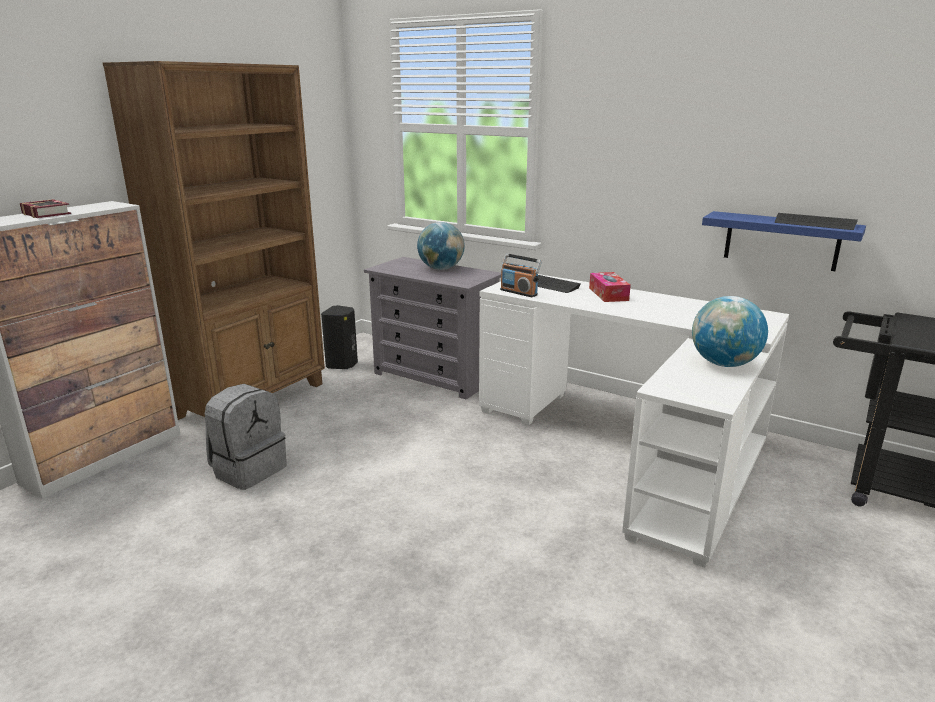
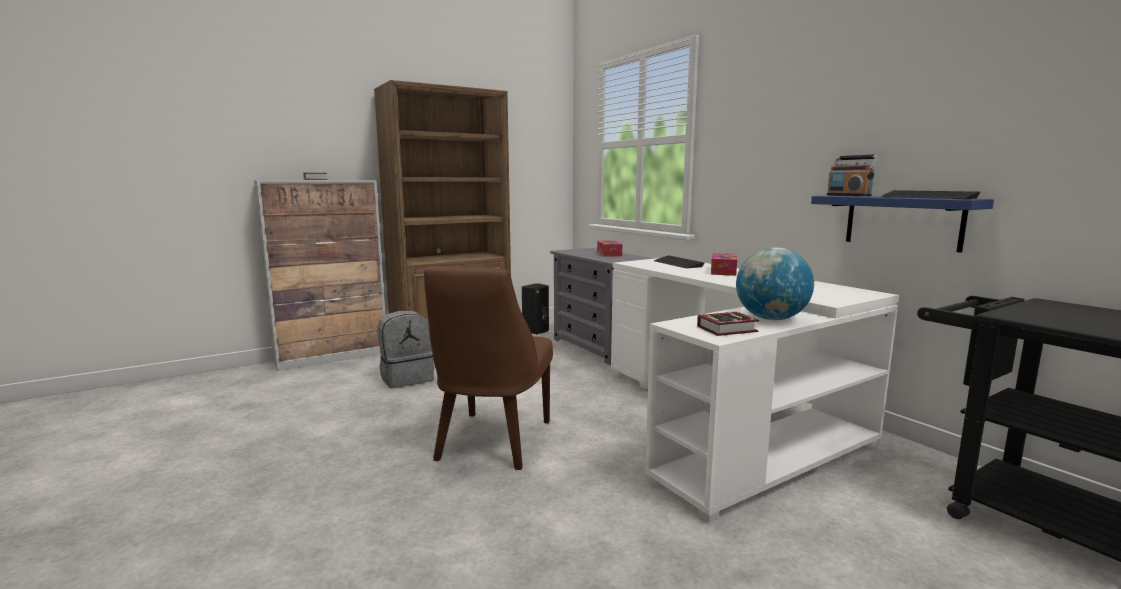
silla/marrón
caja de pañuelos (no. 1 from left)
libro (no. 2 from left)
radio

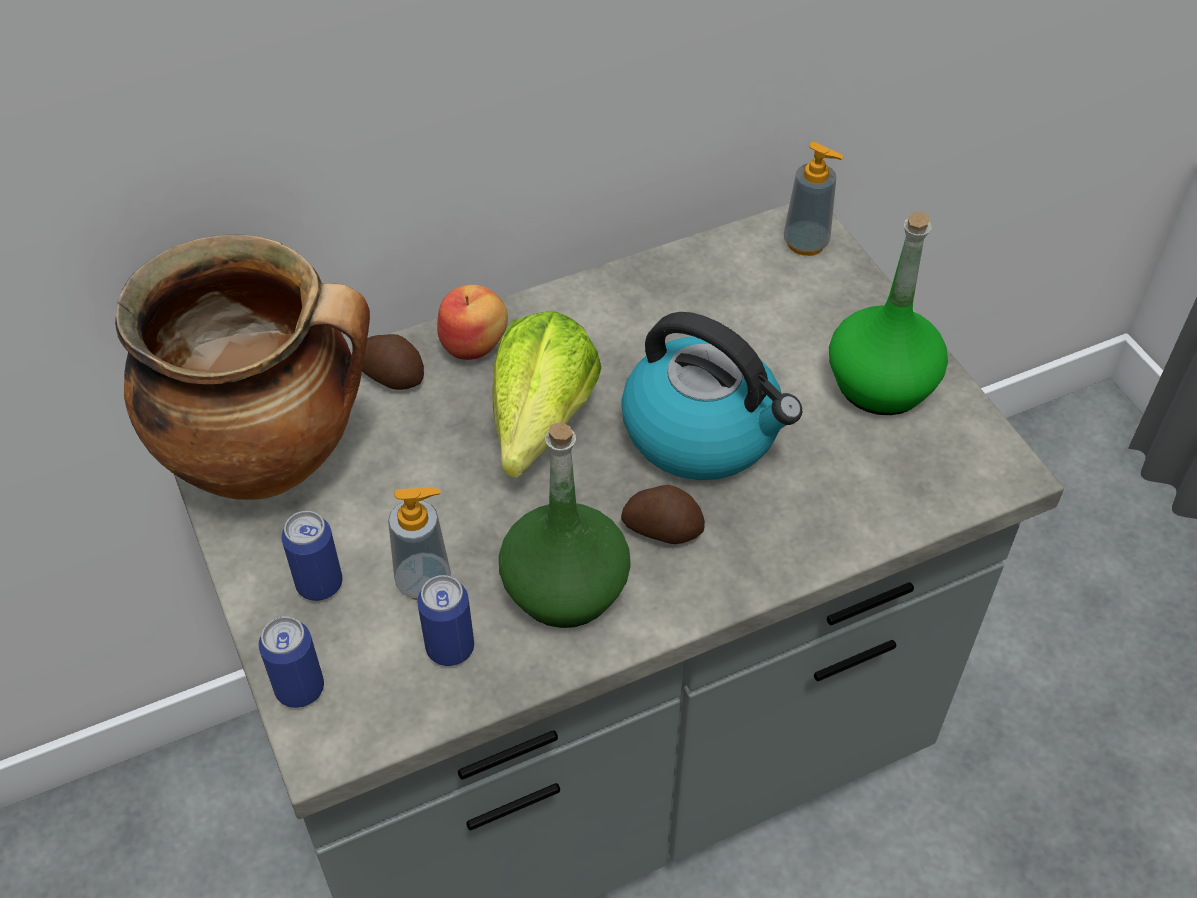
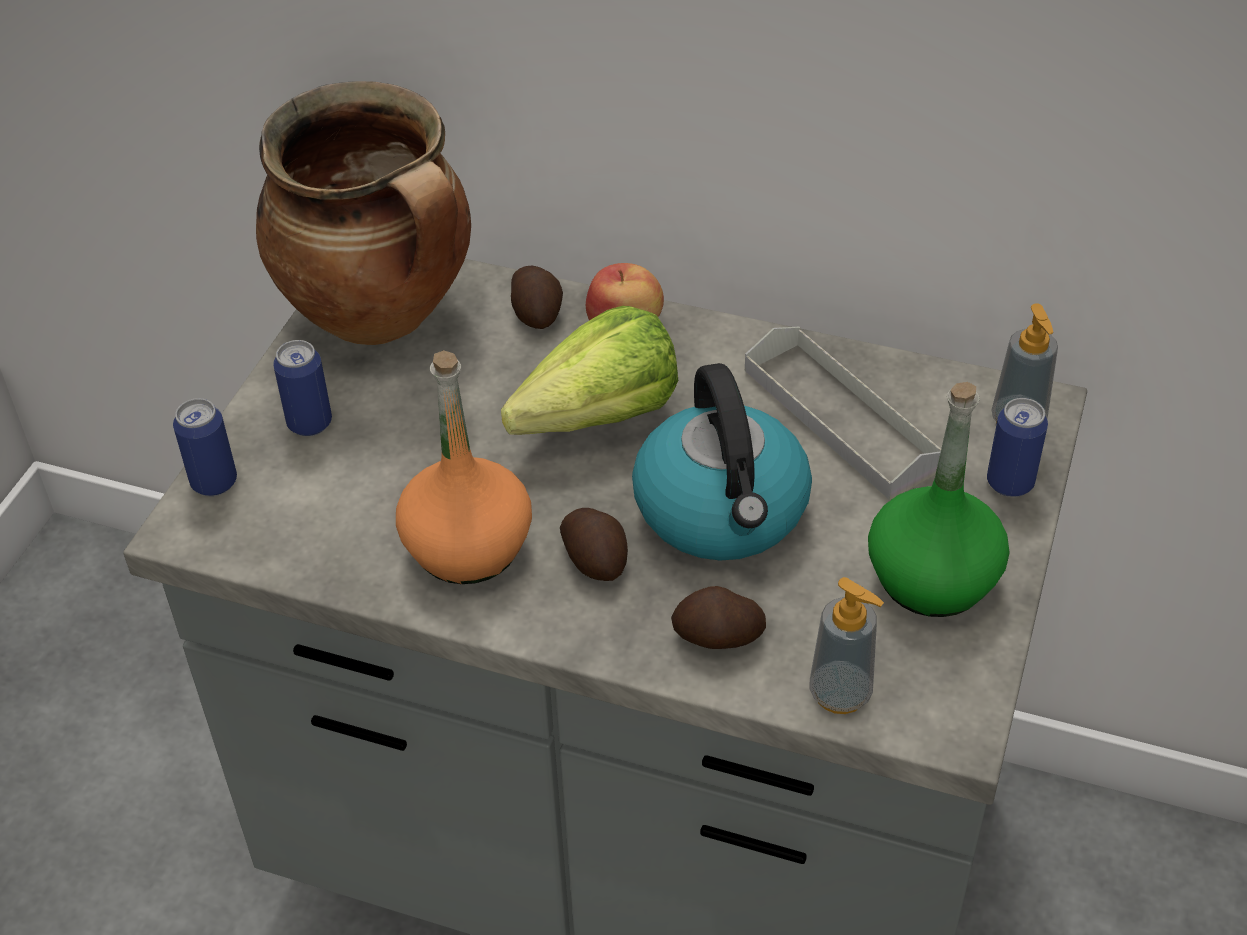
botella/naranja
patata (no. 3 from left)
bandeja/gris
dispensador de jabón (no. 1 from left)
lata (no. 3 from left)

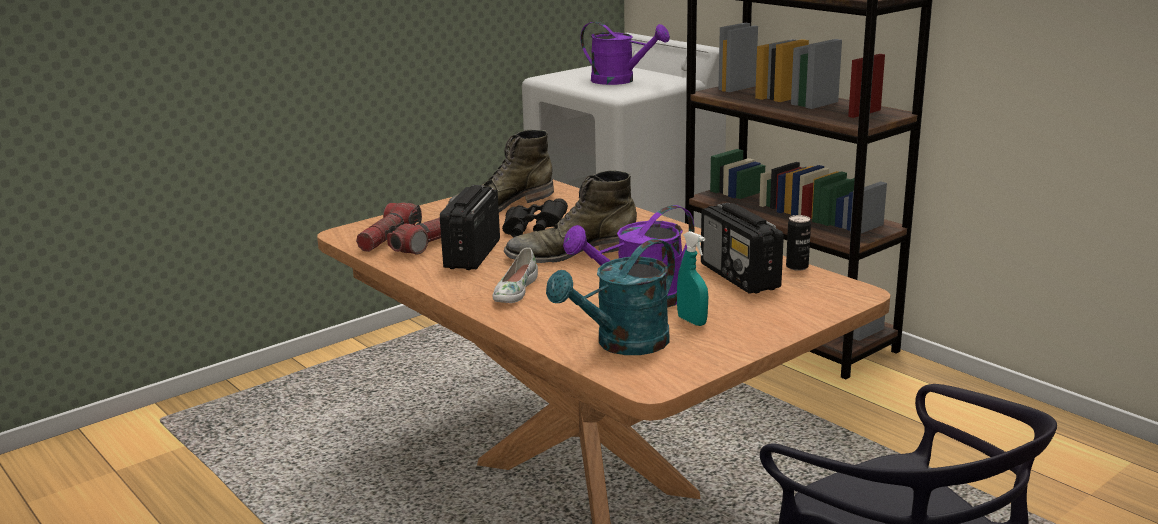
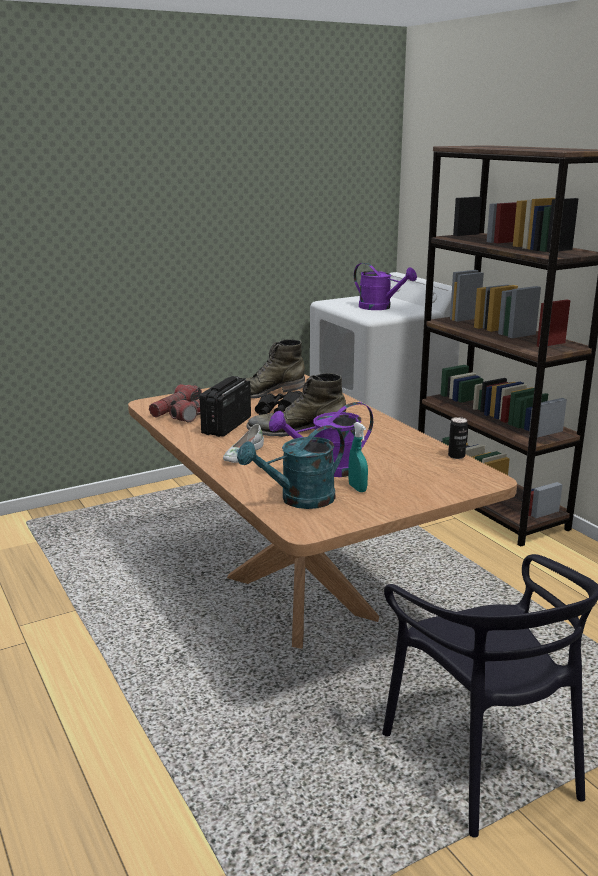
radio (no. 2 from left in the first image)

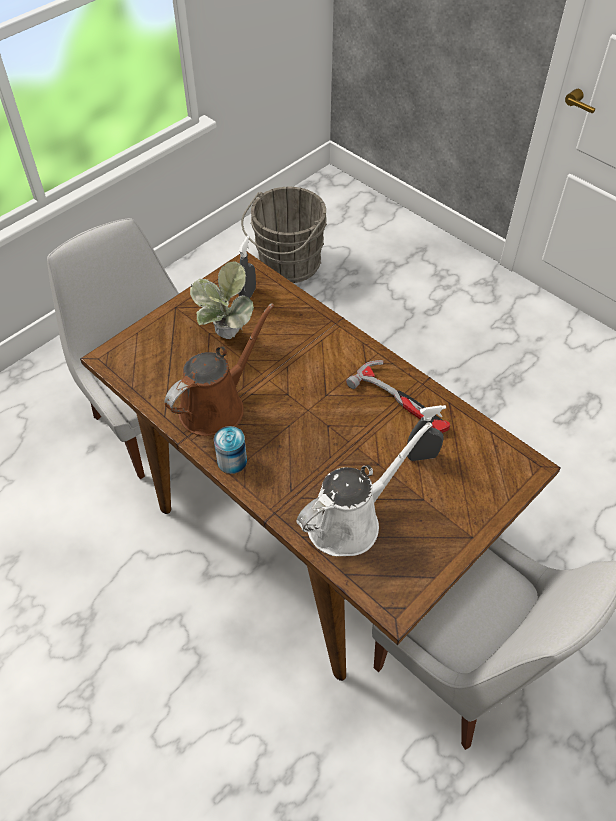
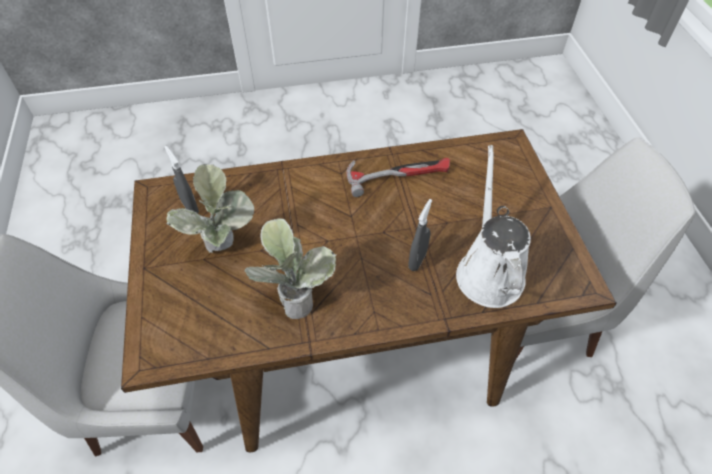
planta en maceta (no. 2 from left)
pulverizador/gris (no. 2 from left)
lata
cubo/gris

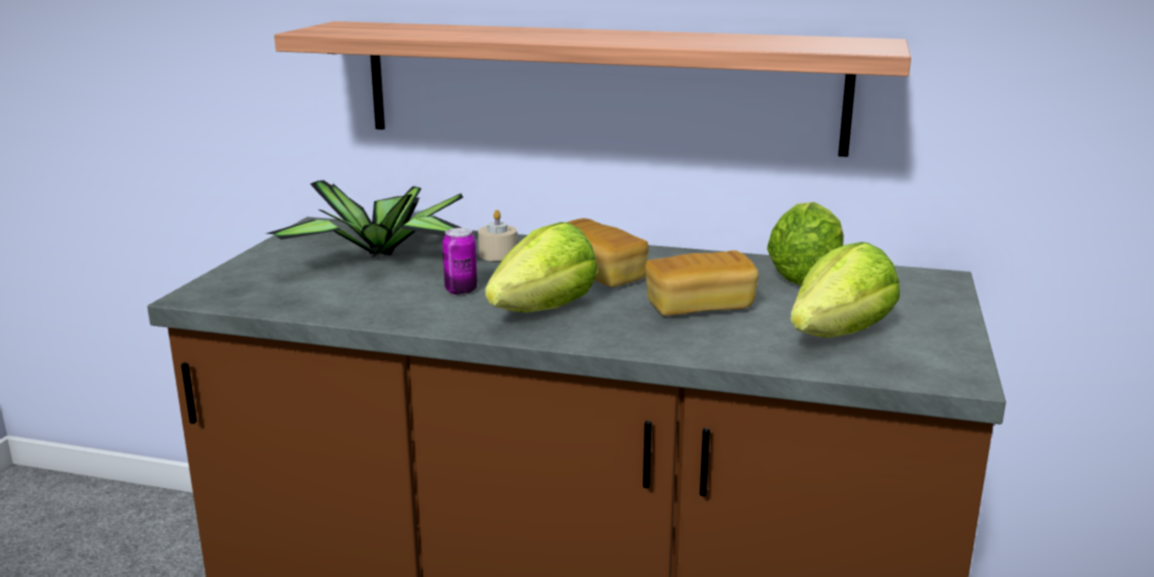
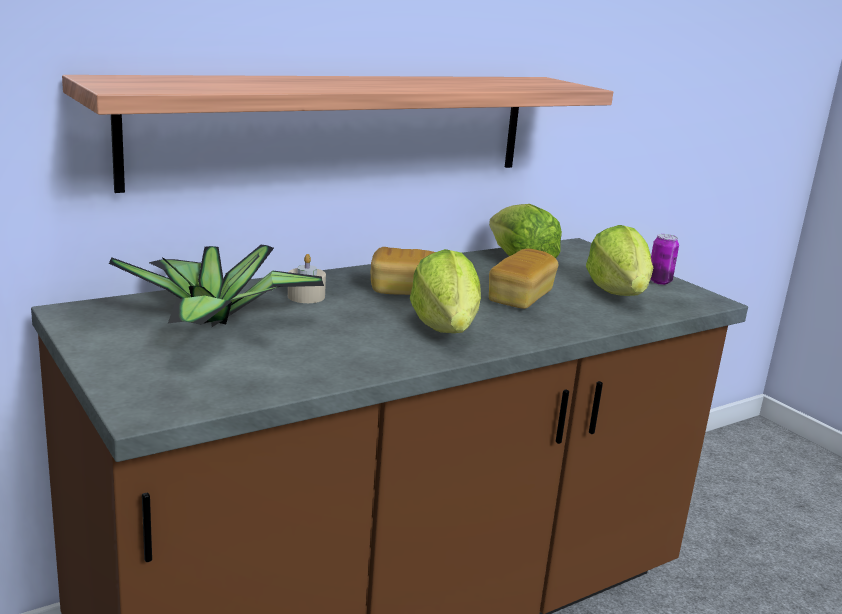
lata

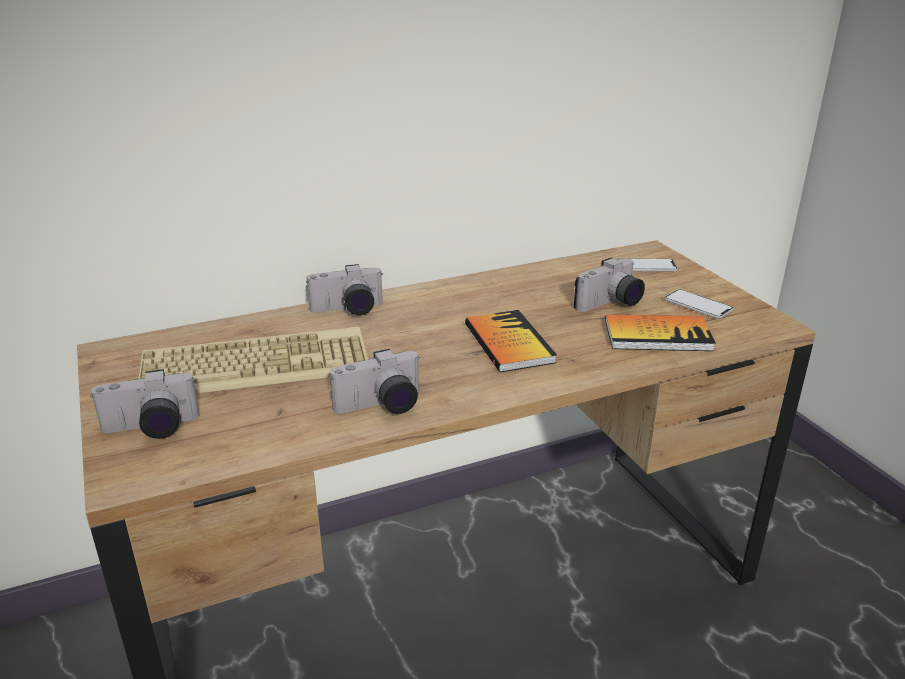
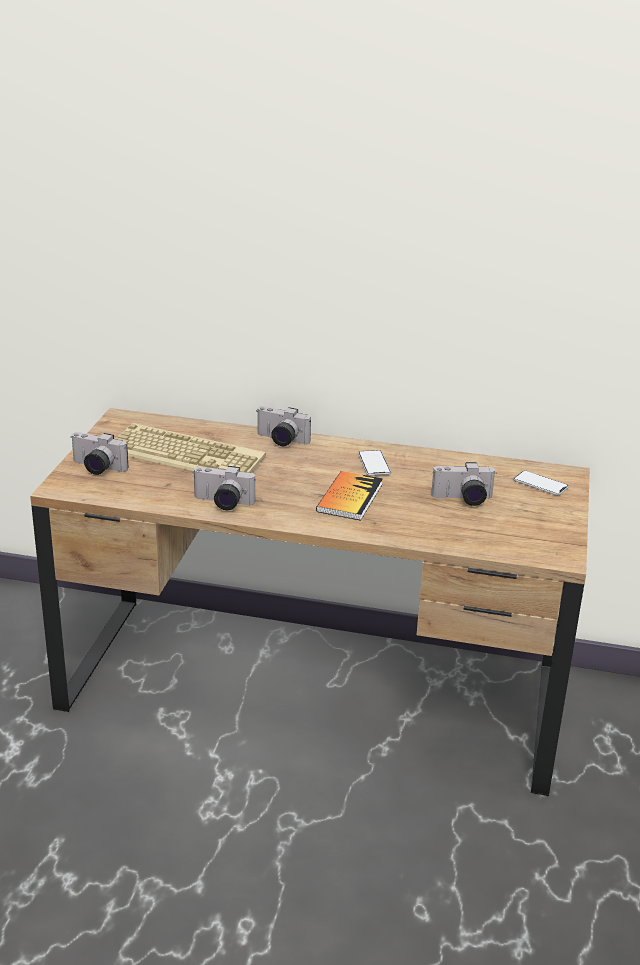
móvil (no. 1 from left)
libro (no. 2 from left in the first image)

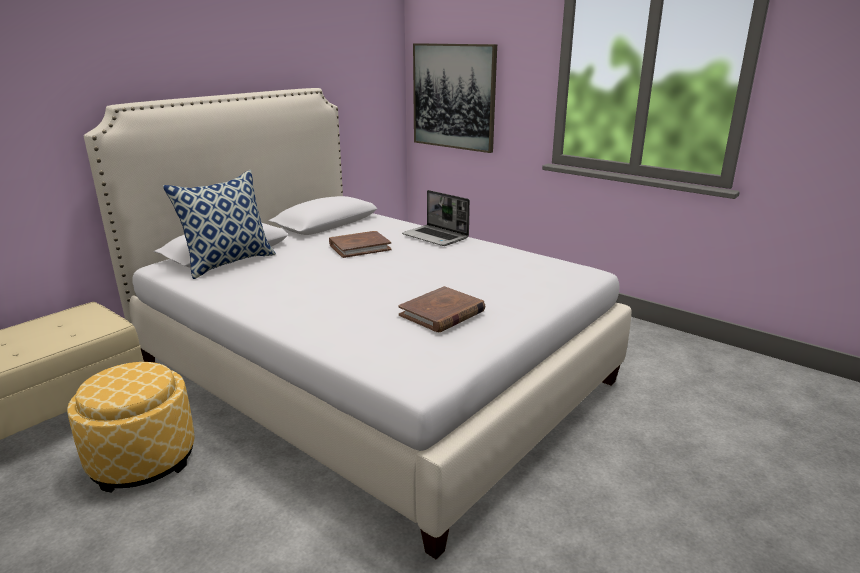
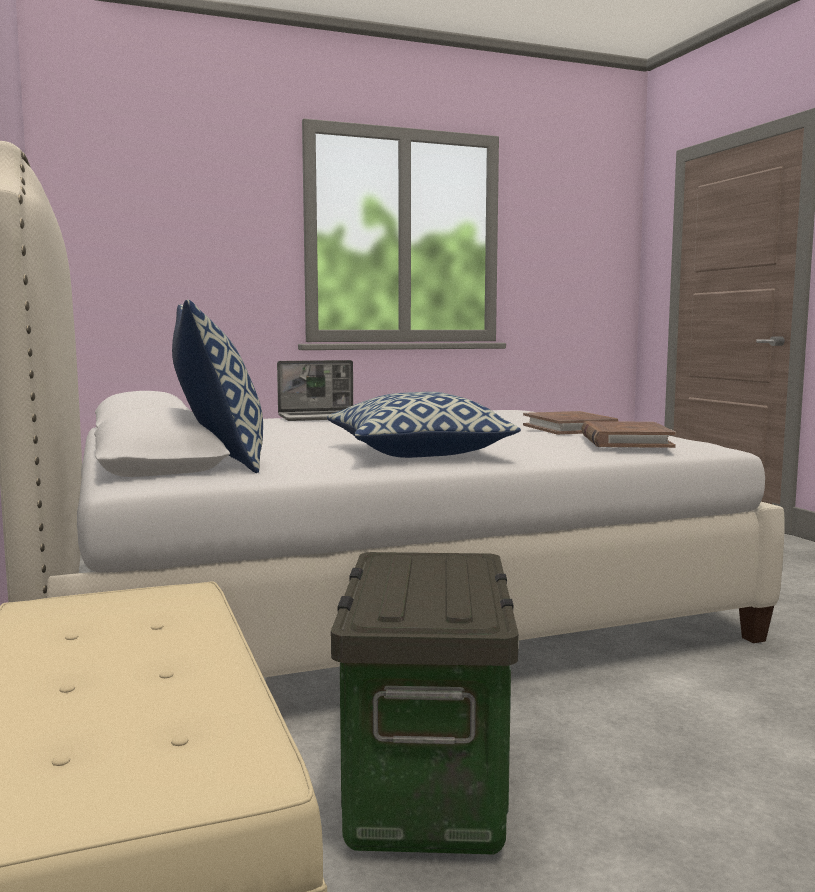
cojín (no. 2 from left)
caja de almacenaje
libro/marrón (no. 2 from left)
cuadro

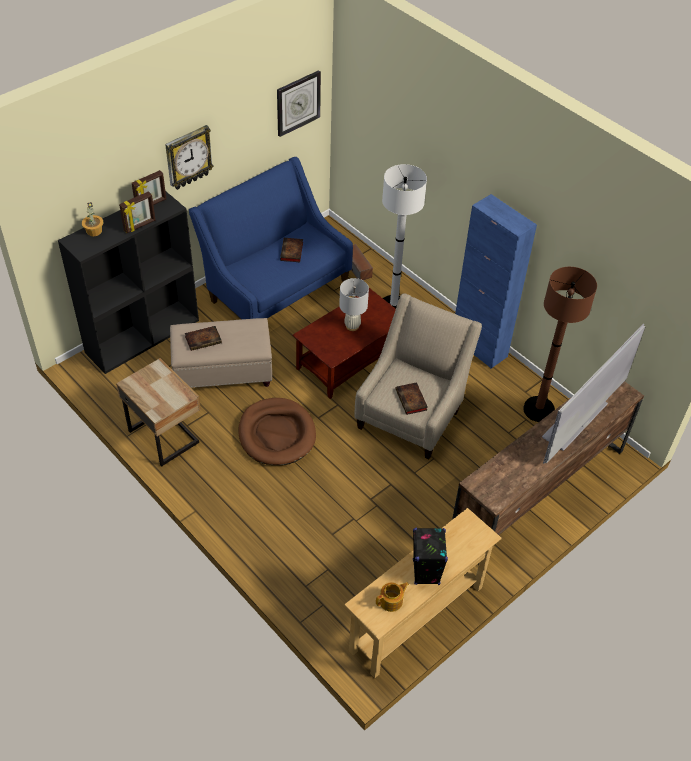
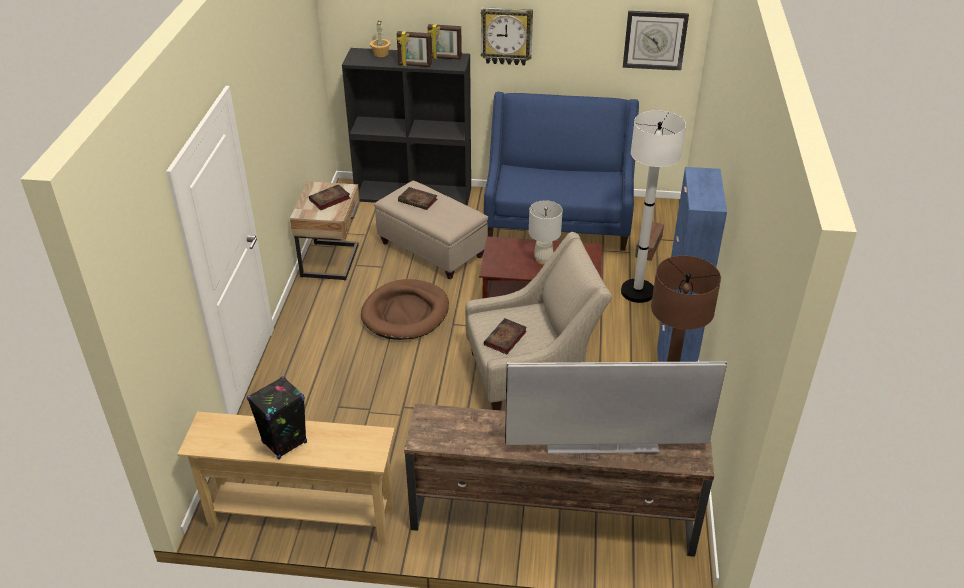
libro (no. 1 from left)
tetera

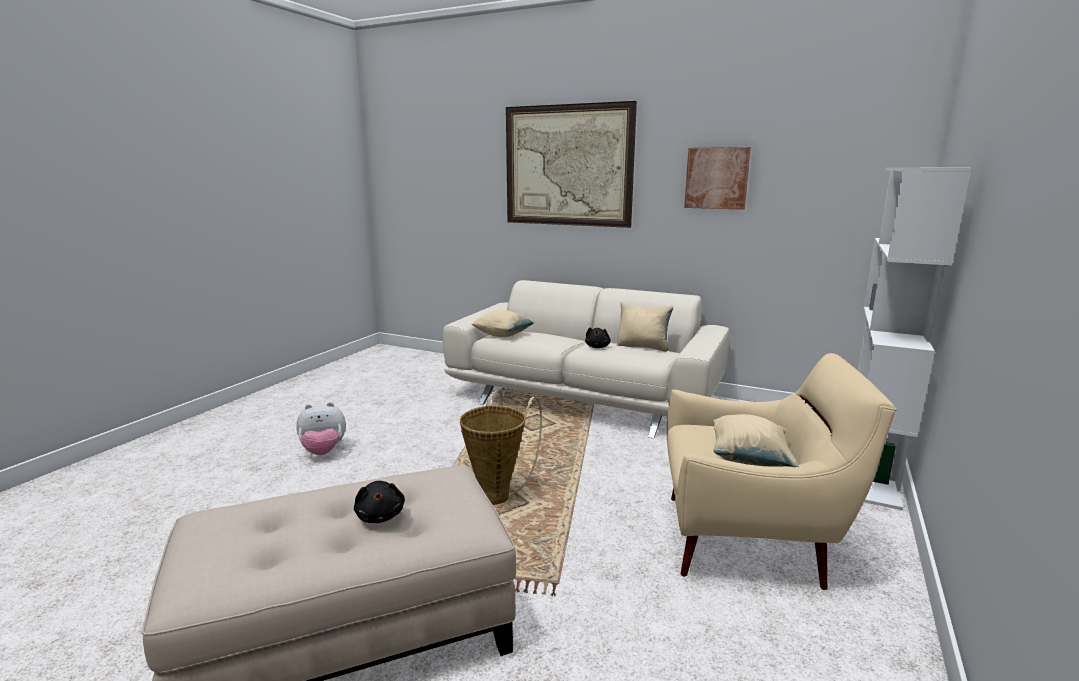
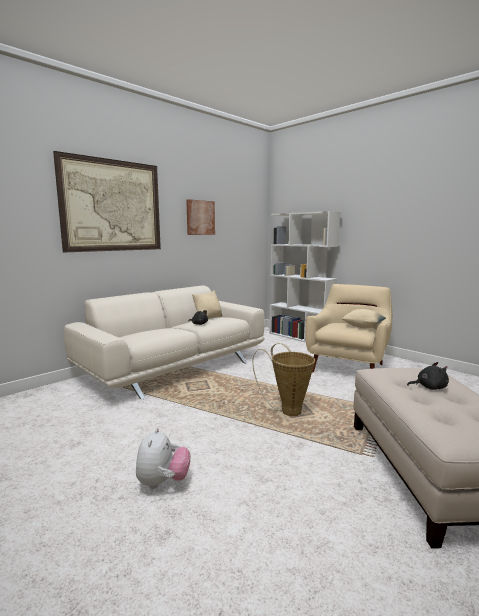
cojín/beis (no. 1 from left in the first image)

